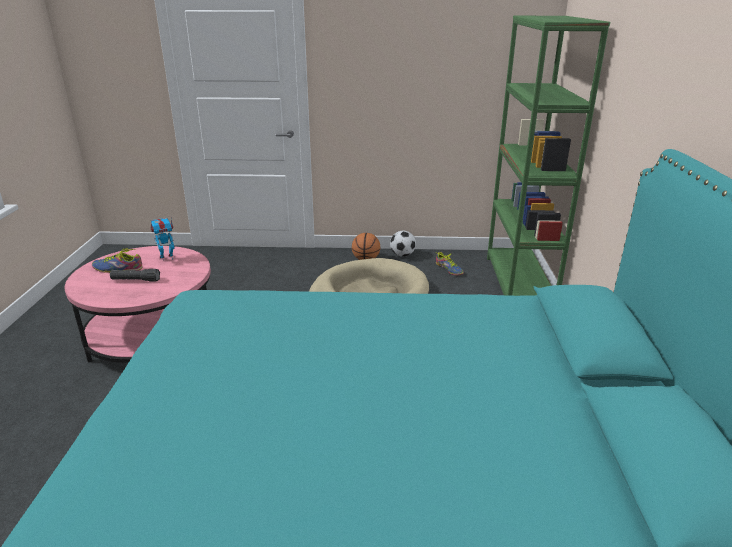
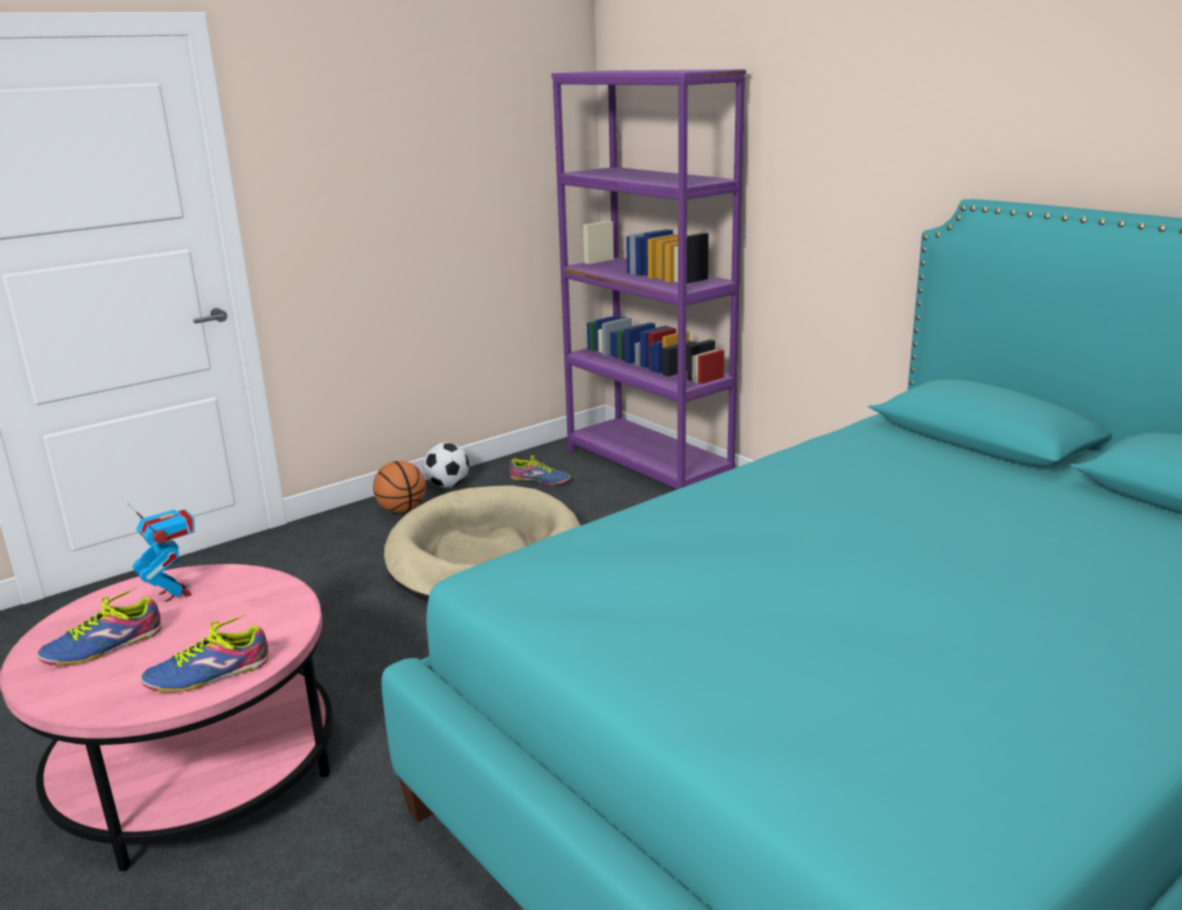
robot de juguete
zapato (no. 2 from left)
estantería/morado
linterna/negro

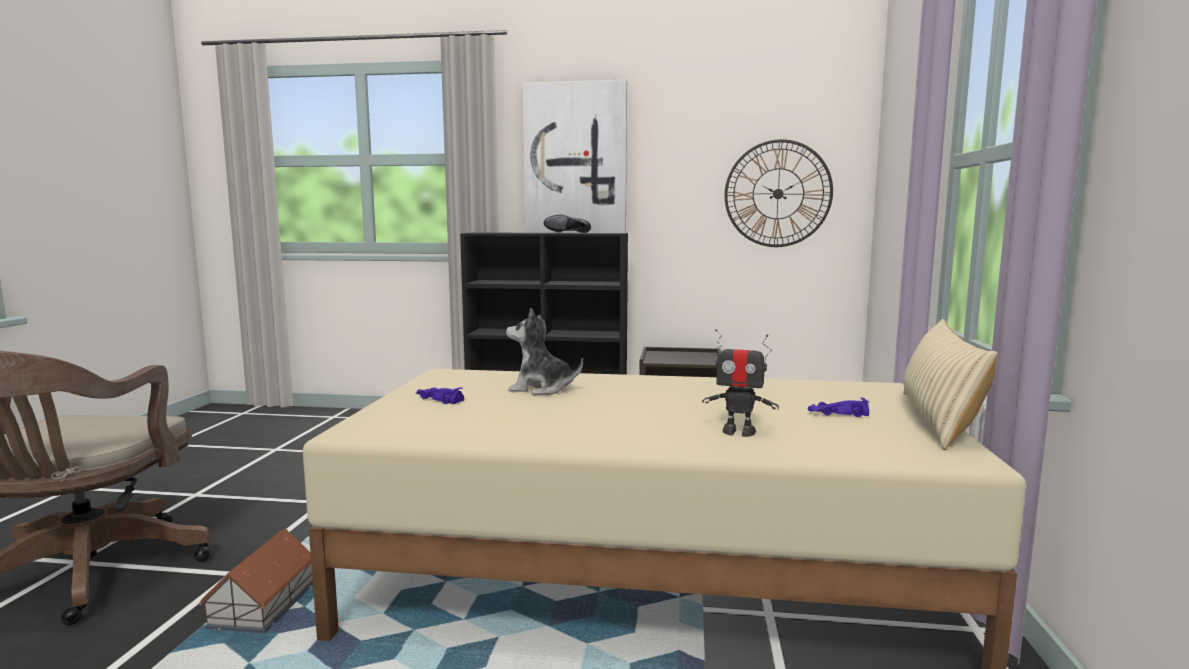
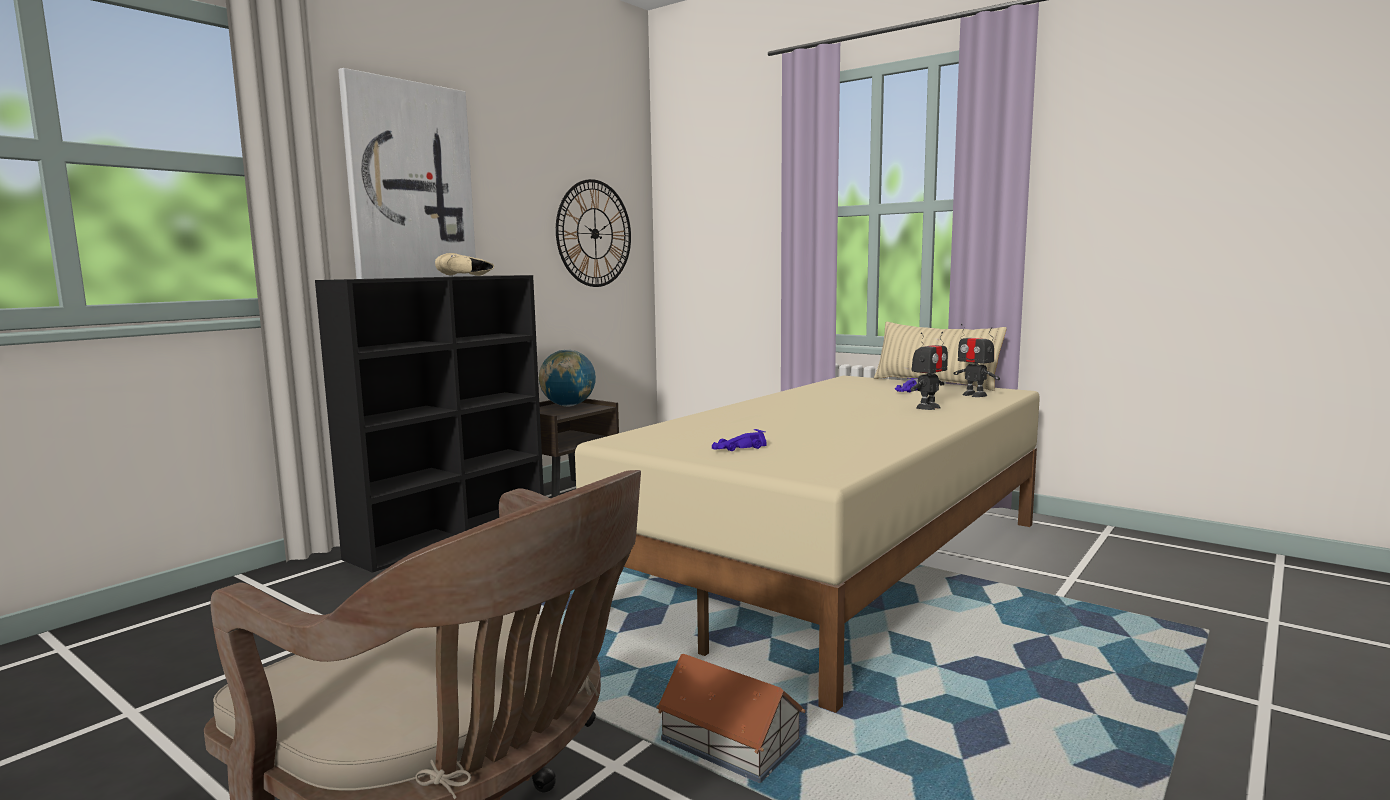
zapato/beis
globo terráqueo
robot de juguete (no. 2 from left)
peluche

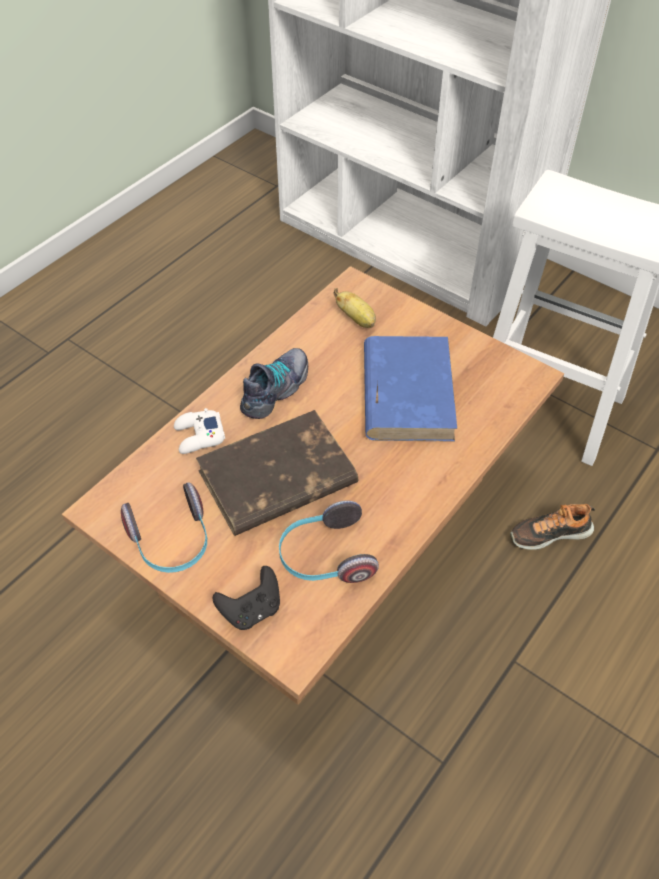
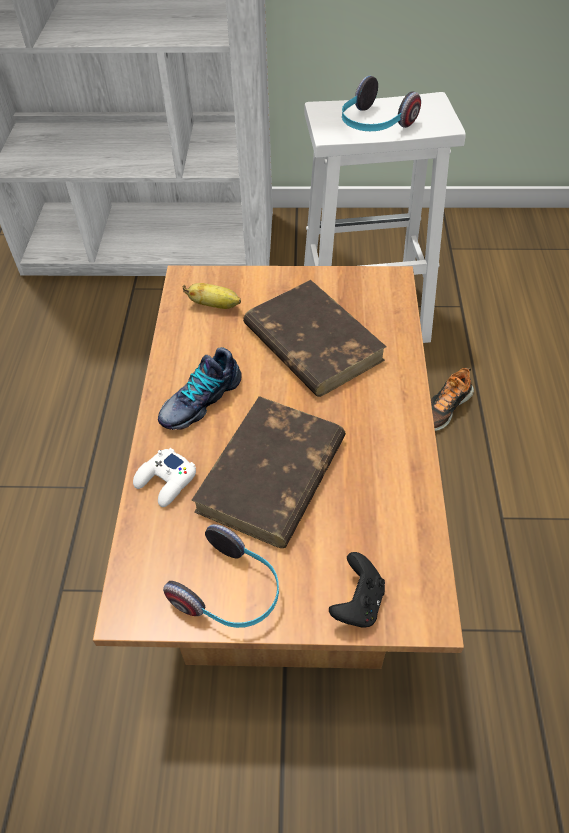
zapato (no. 1 from left)
libro/marrón (no. 2 from left)
auriculares (no. 2 from left)

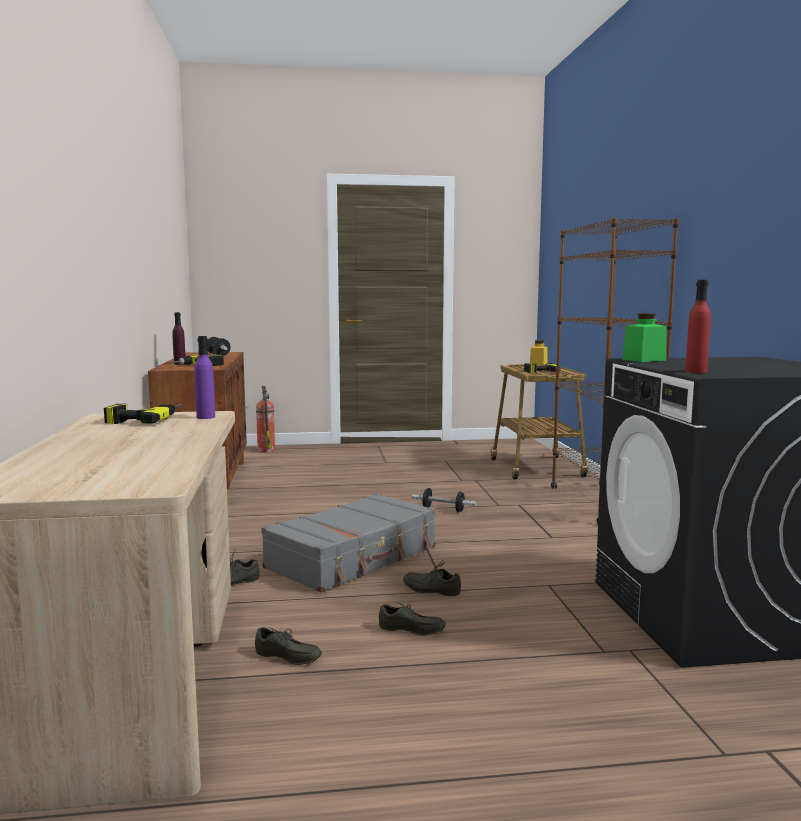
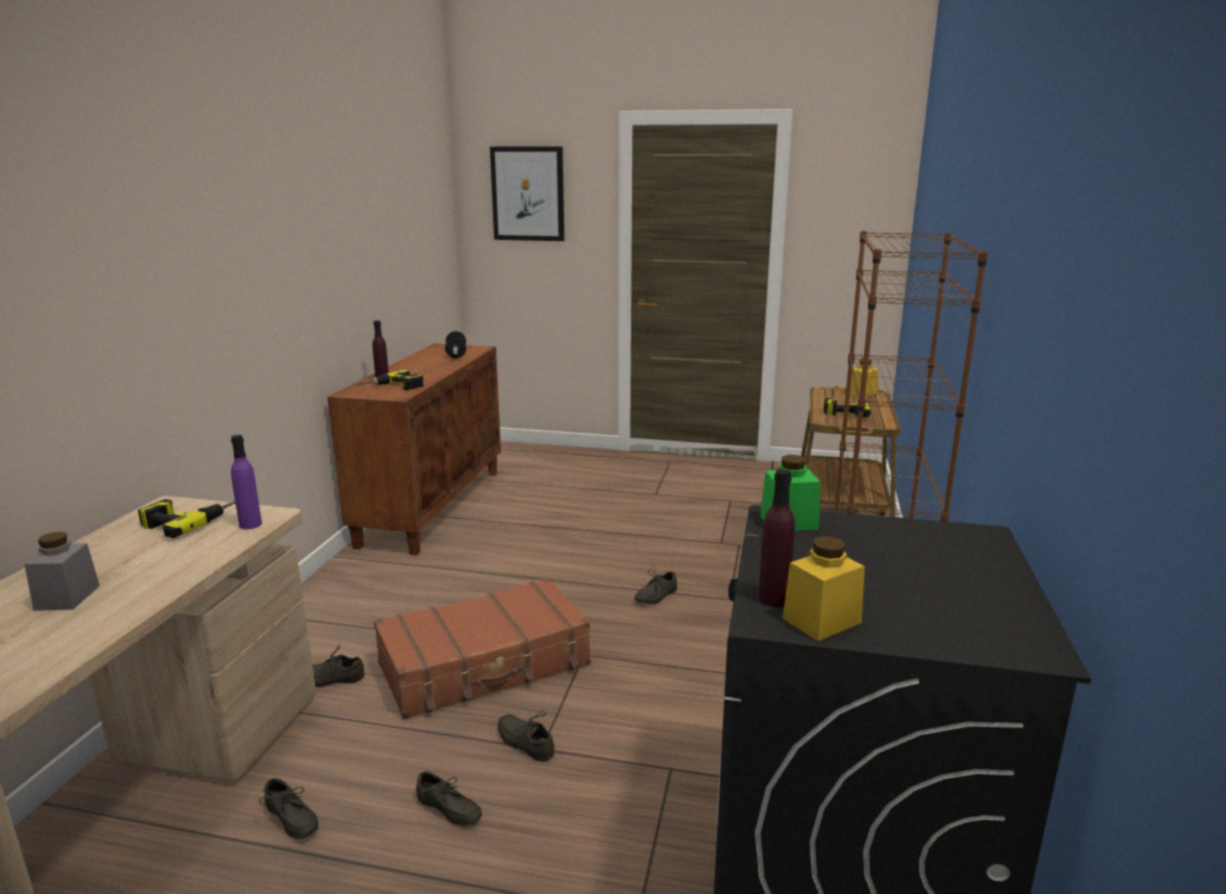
tarro/gris
maleta/marrón
cuadro
zapato/gris (no. 5 from left)
botella/morado (no. 3 from left)
tarro/amarillo (no. 1 from left)
extintor

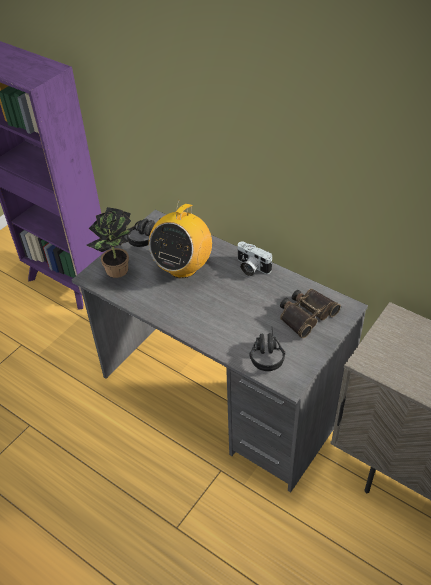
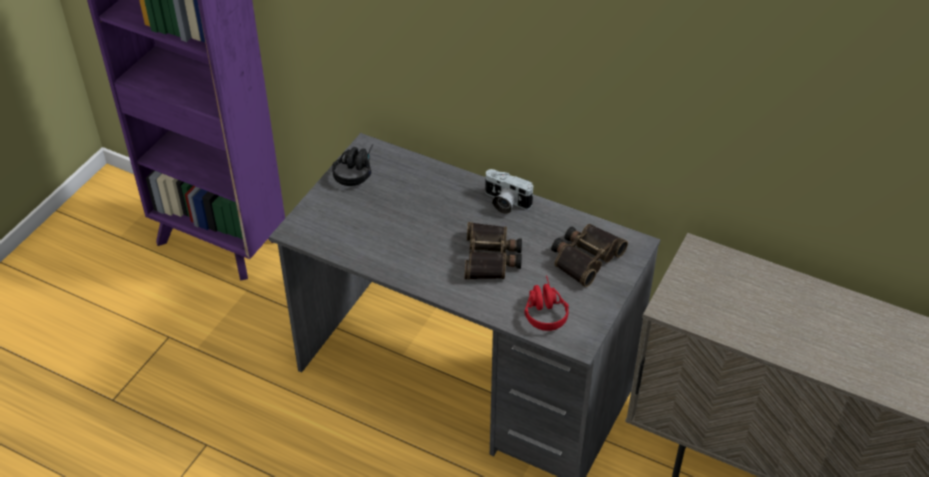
prismáticos (no. 1 from left)
auriculares/rojo
planta en maceta
radio

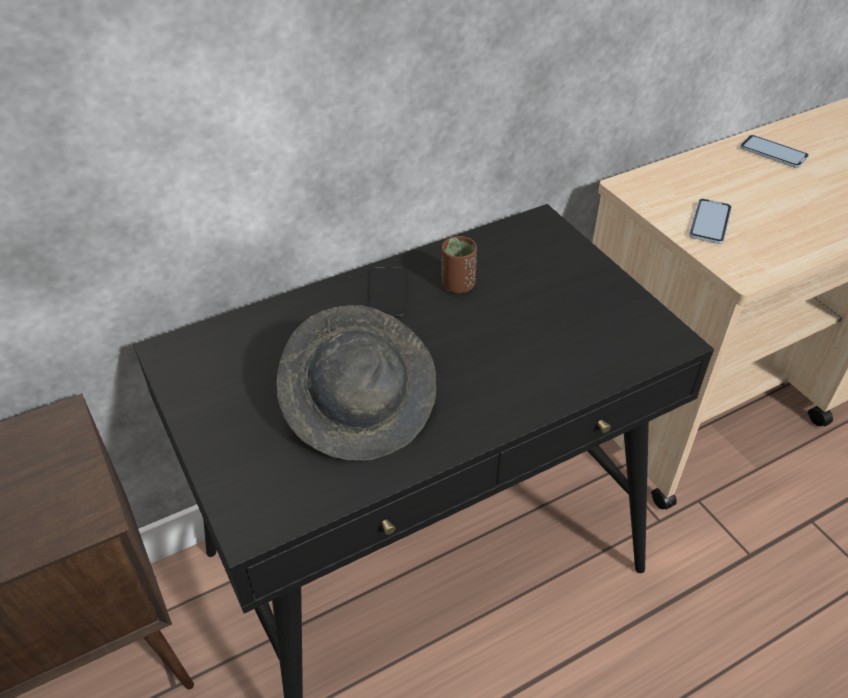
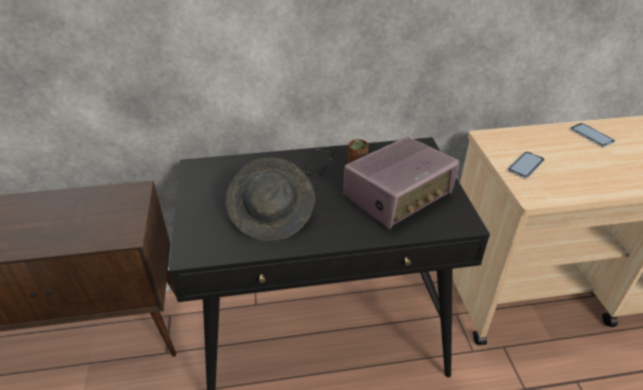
radio

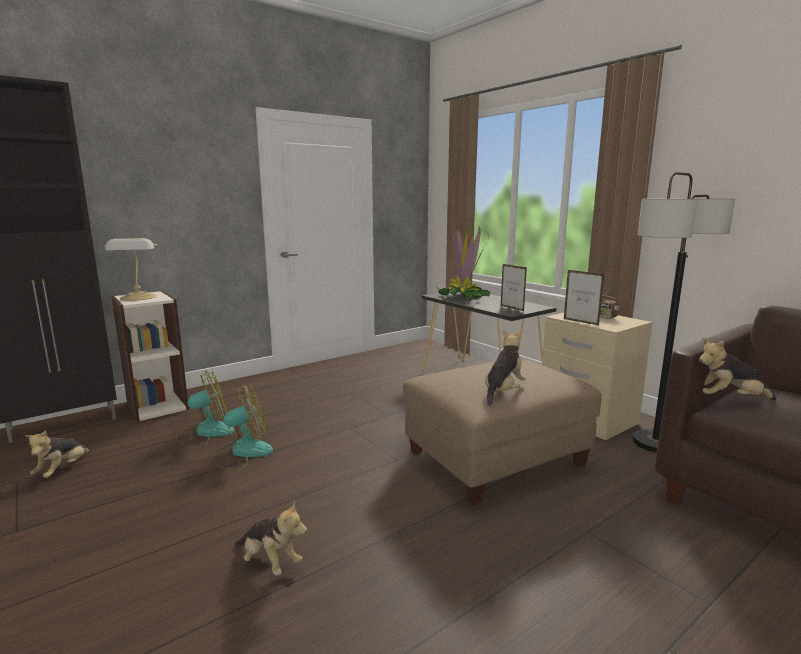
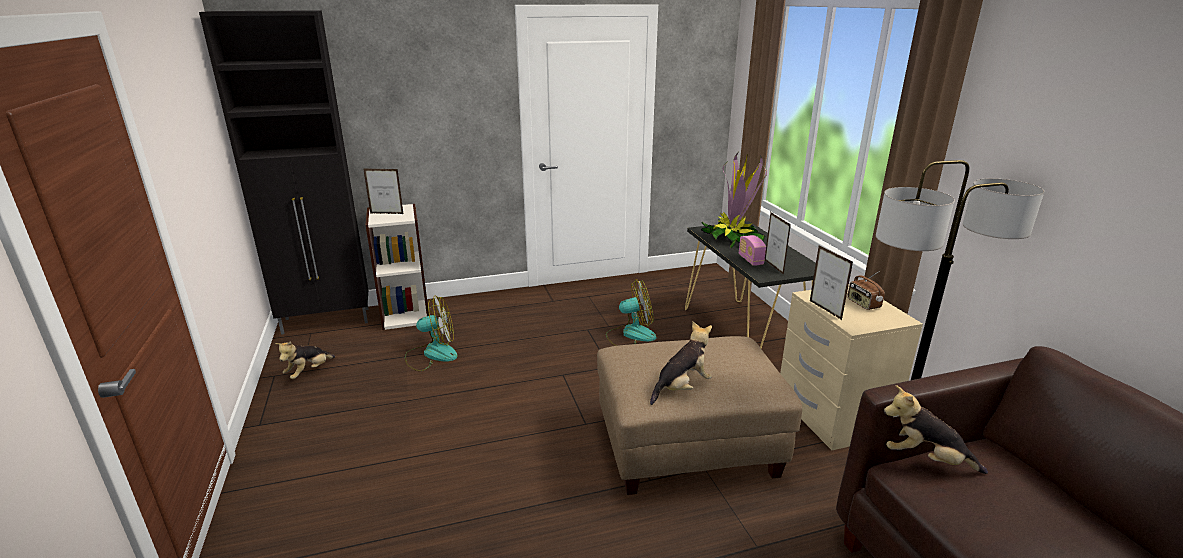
portarretratos (no. 1 from left)
ventilador (no. 2 from left)
radio (no. 1 from left)
peluche (no. 2 from left in the first image)

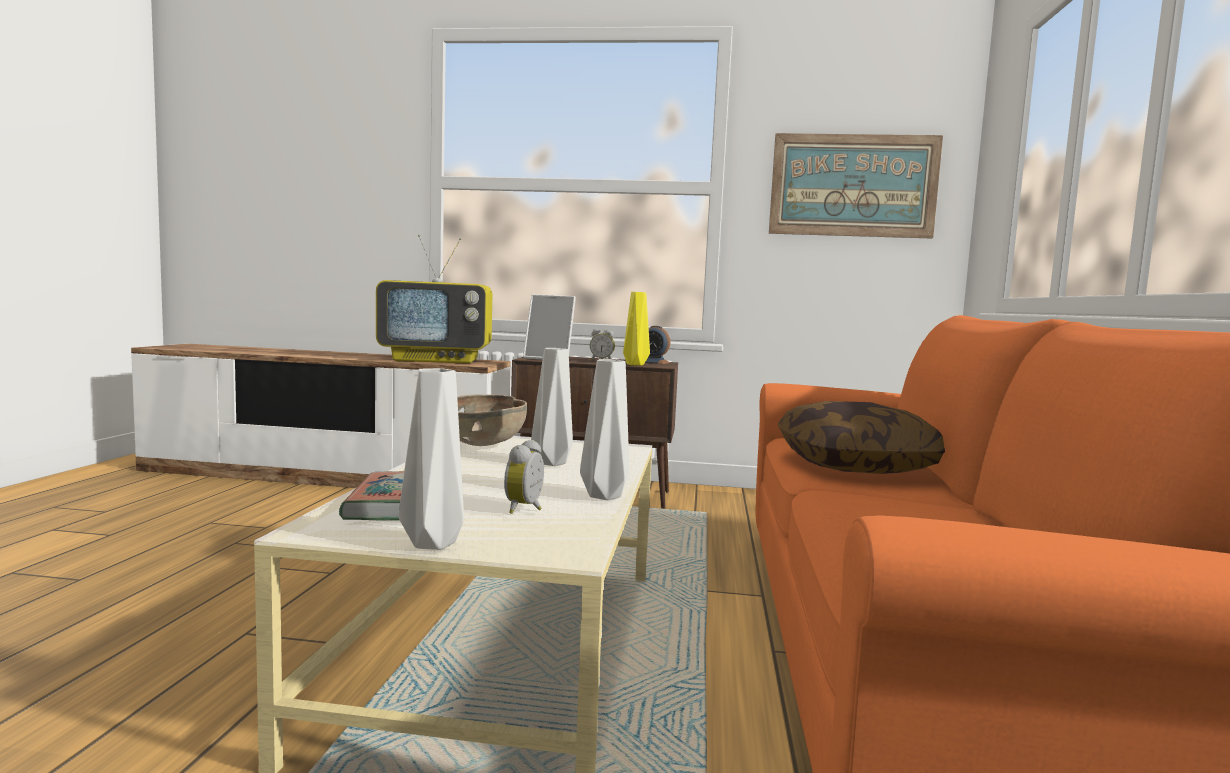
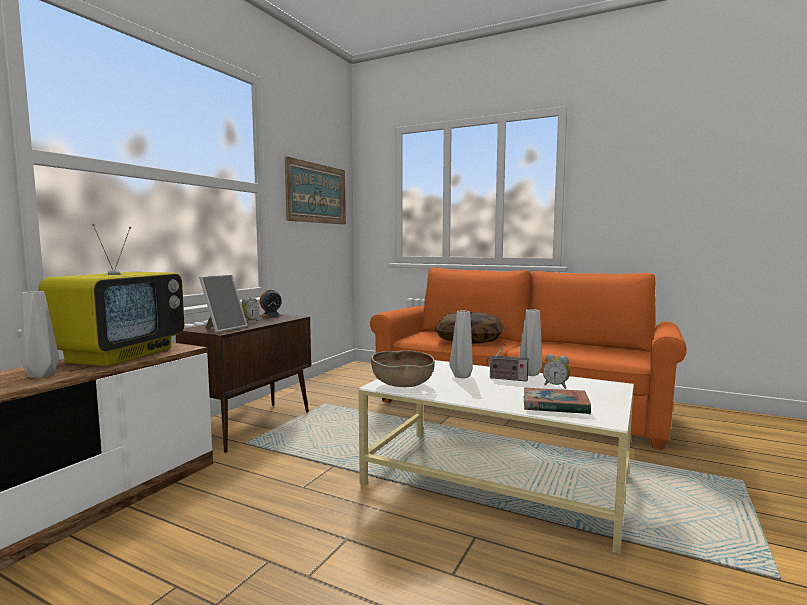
florero/gris (no. 1 from left)
radio
florero/amarillo

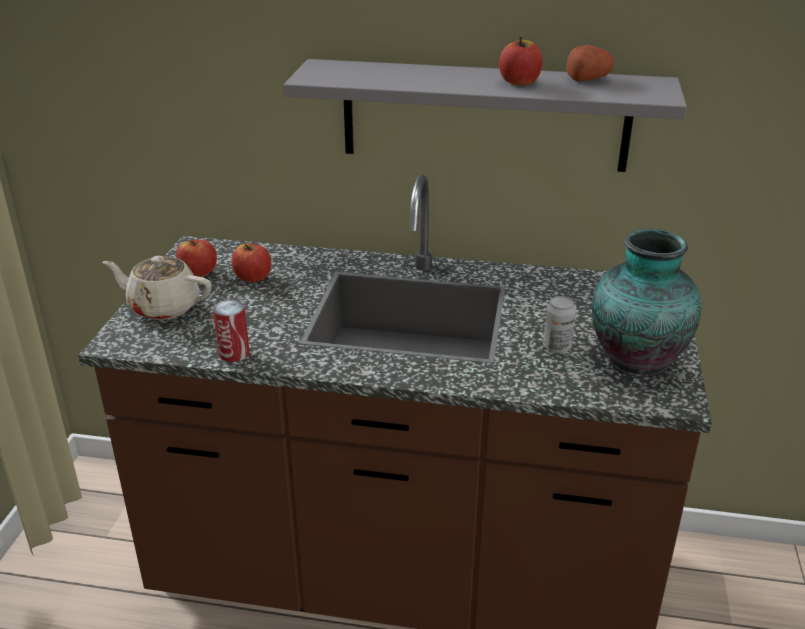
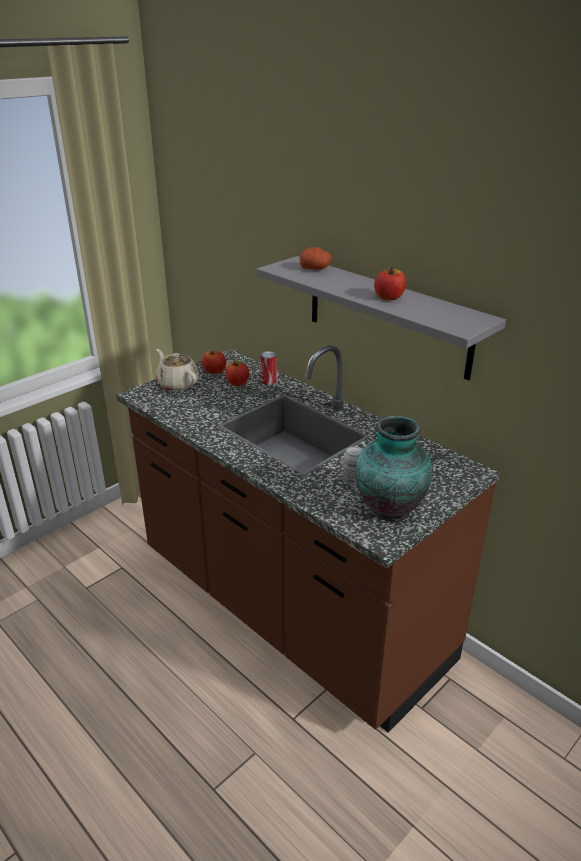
lata (no. 1 from left)
patata

